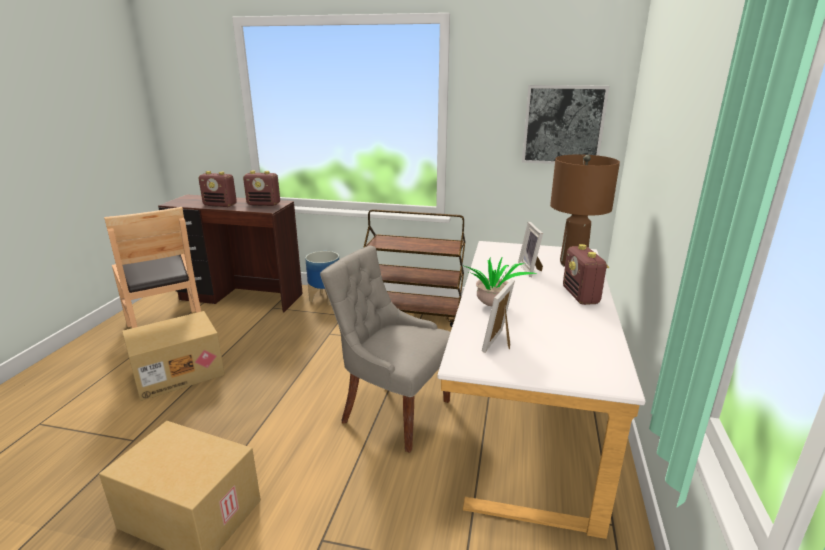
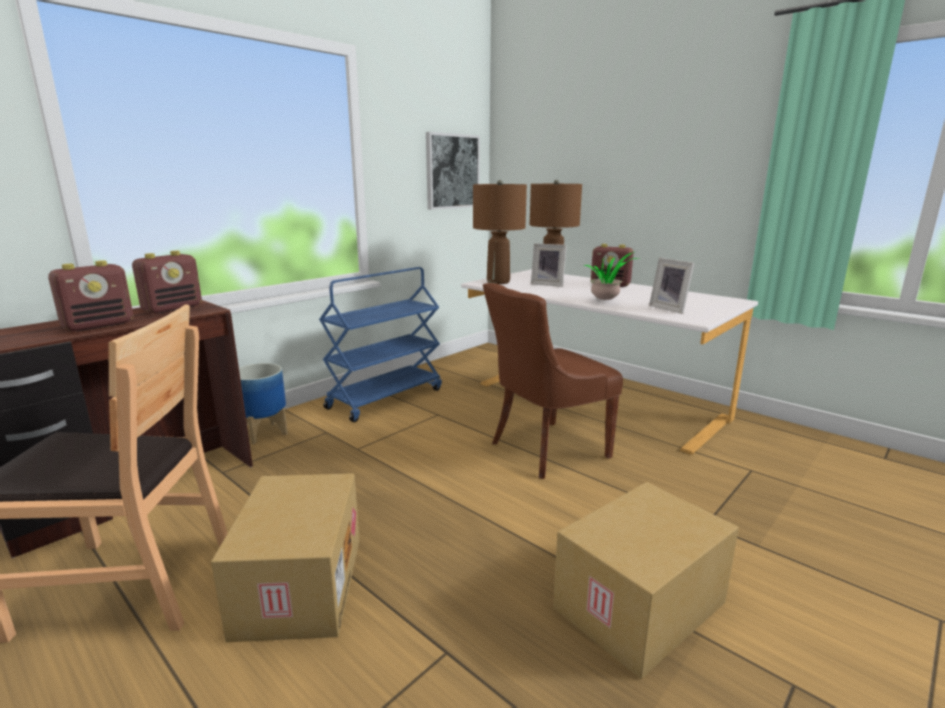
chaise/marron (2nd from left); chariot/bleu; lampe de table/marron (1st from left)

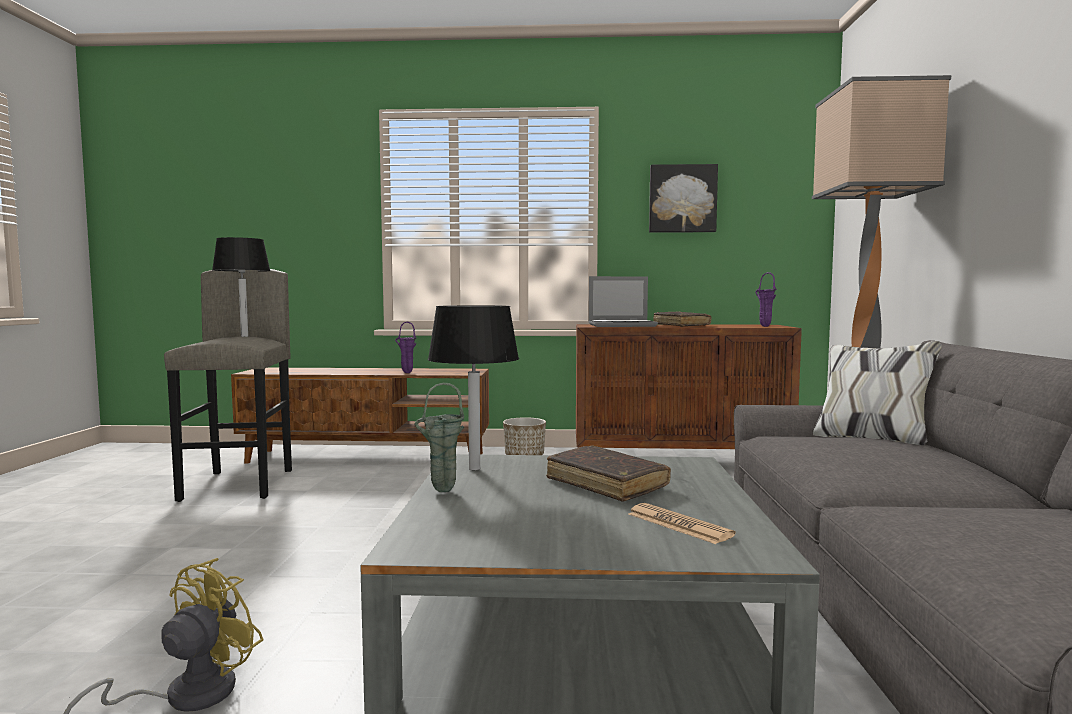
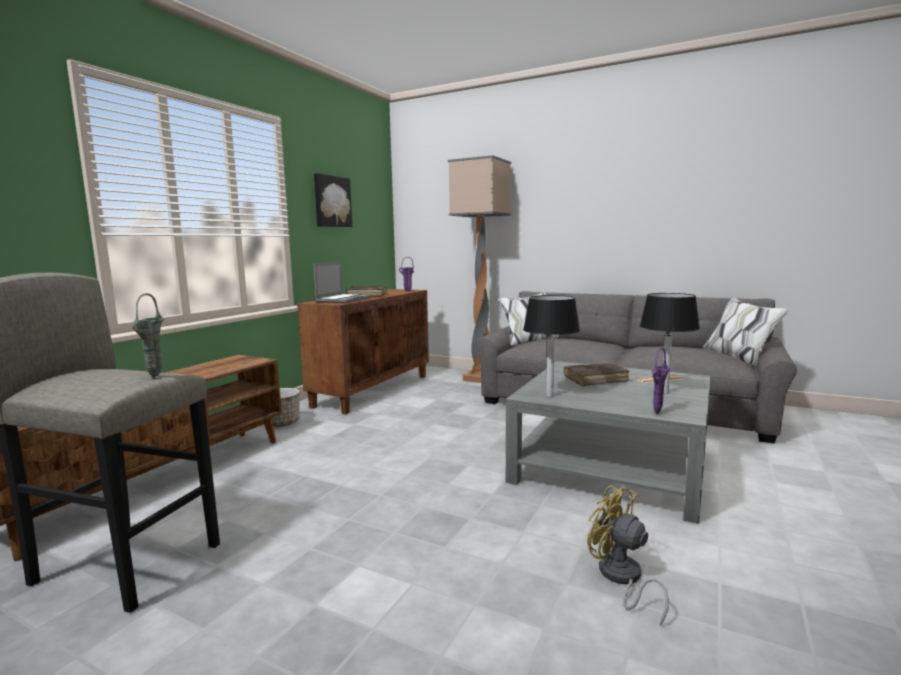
lampe de table/noir (2nd from left); vase/violet (2nd from left); vase/vert

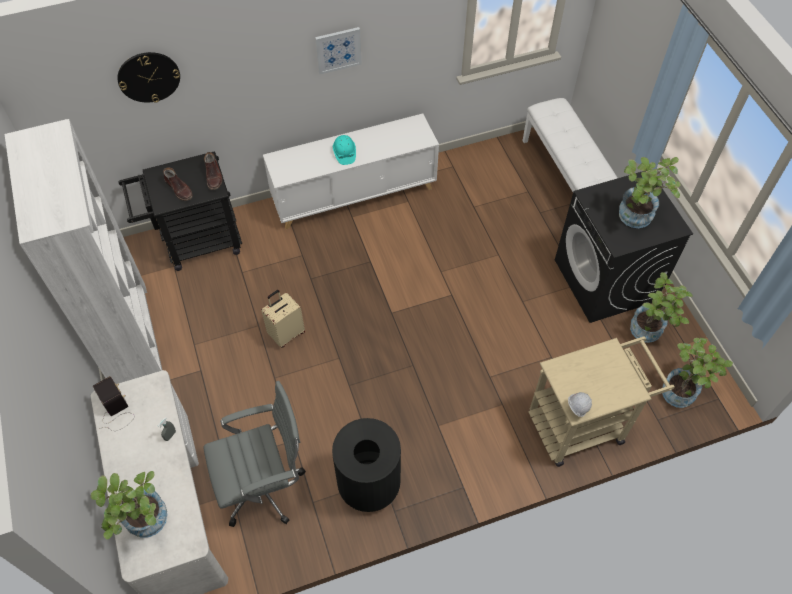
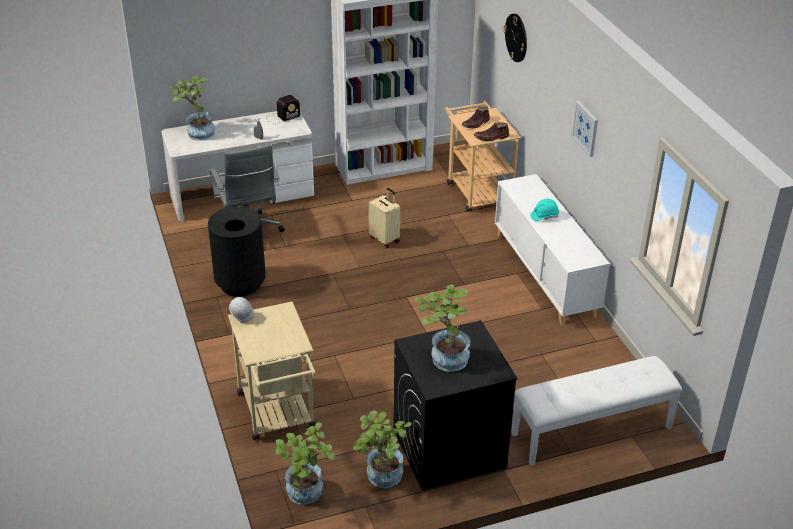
chariot/beige (2nd from left)

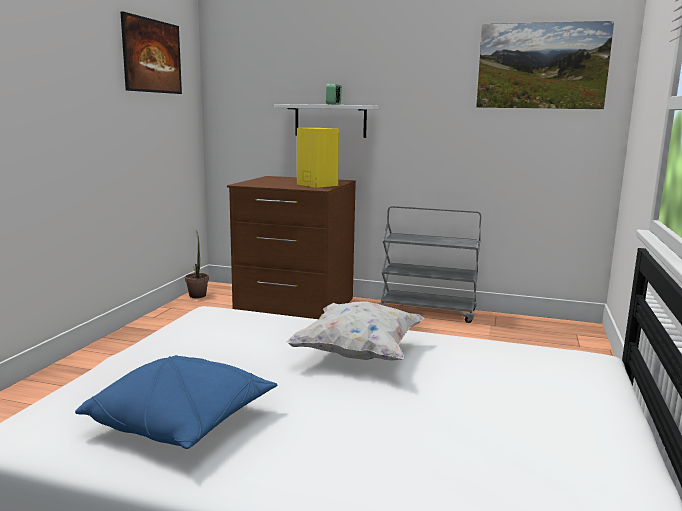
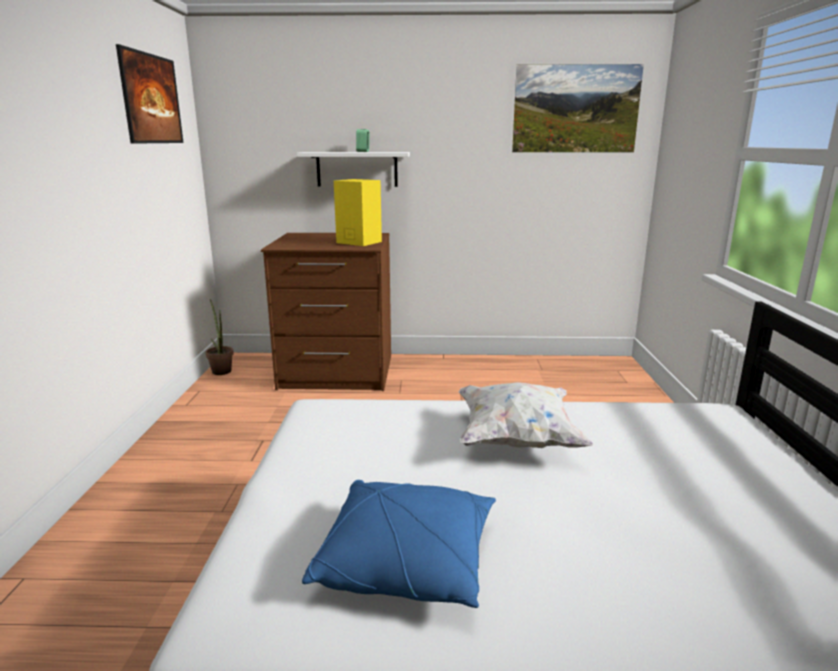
chariot/gris

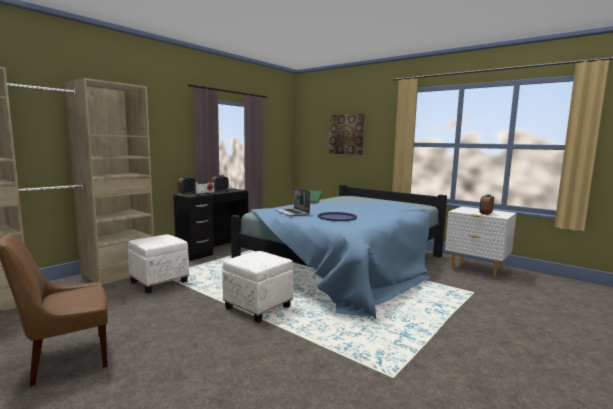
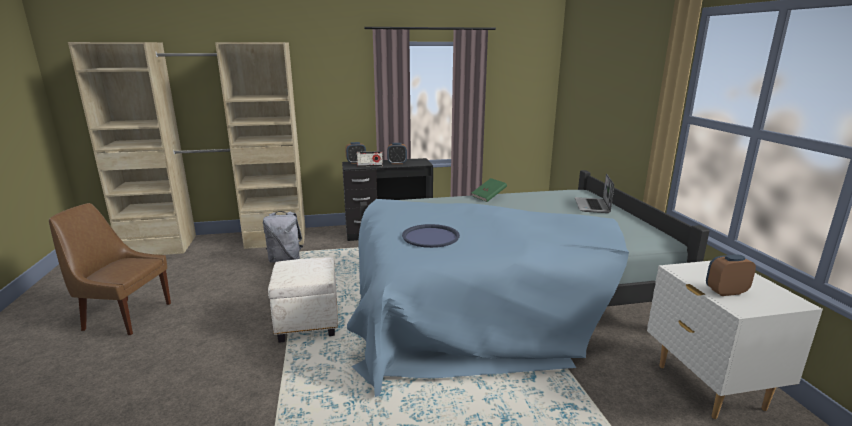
sac à dos/gris; ordinateur portable; tableau

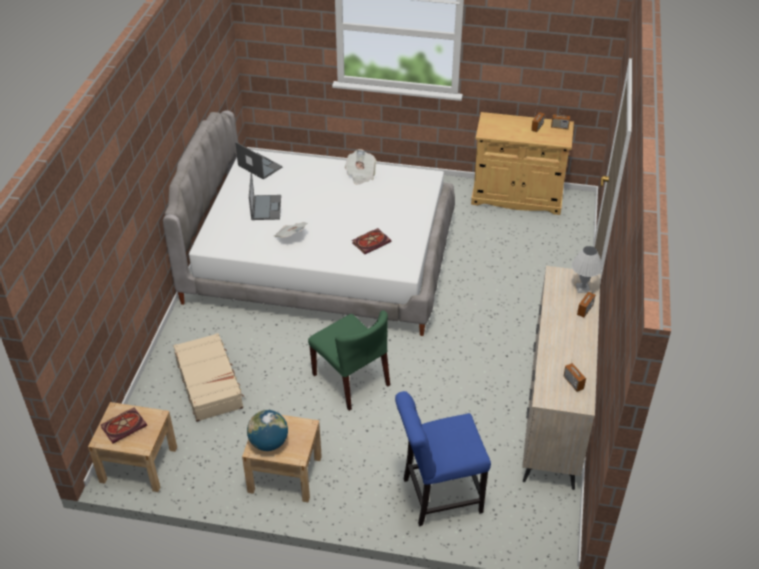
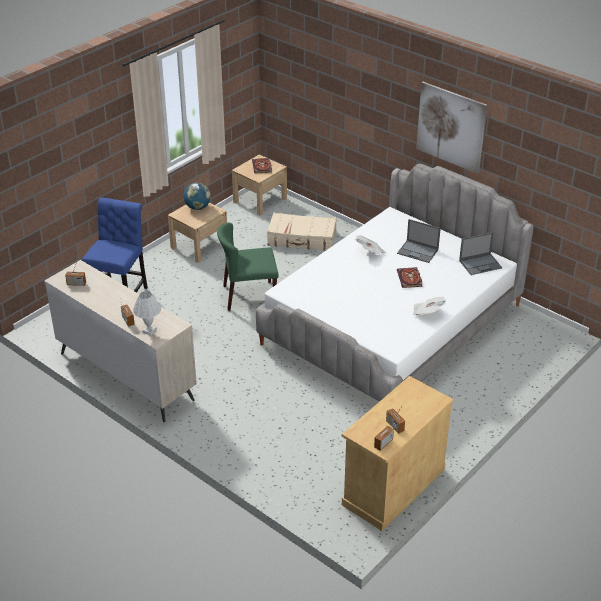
livre (2nd from left); tableau

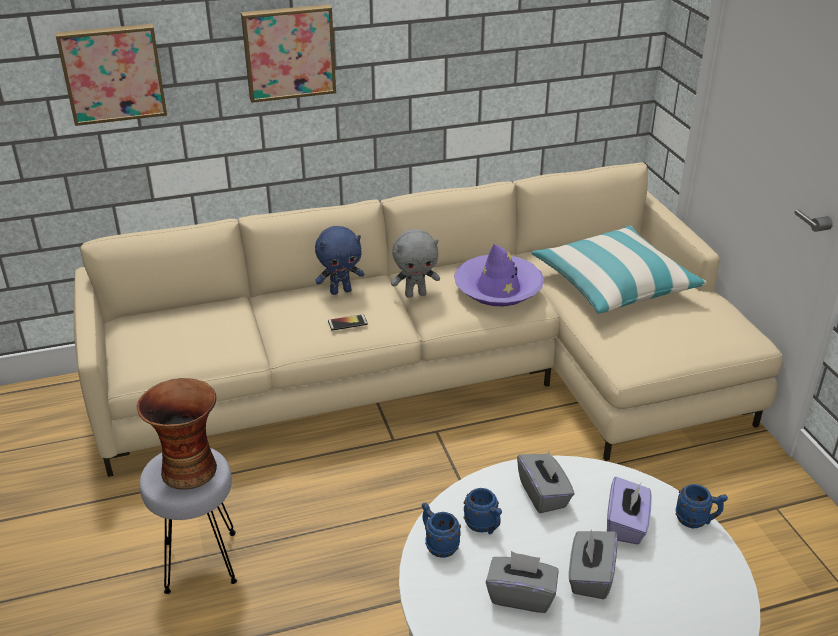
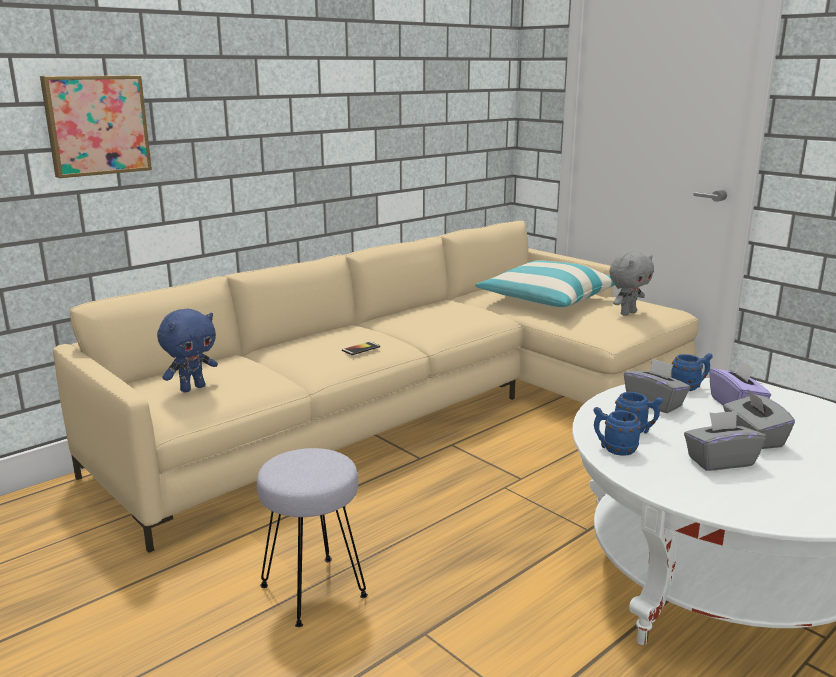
vase; tableau (2nd from left in the first image); peluche/bleu; peluche/gris; chapeau/violet; mug/bleu (3rd from left)

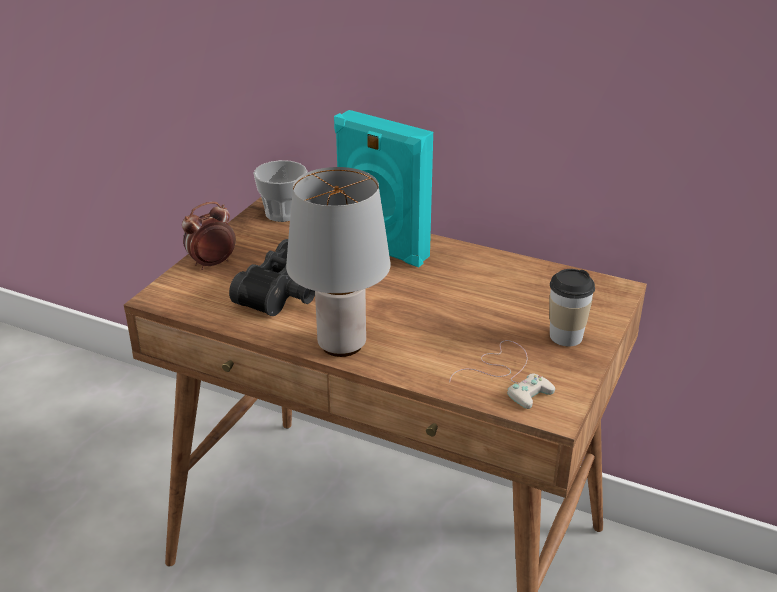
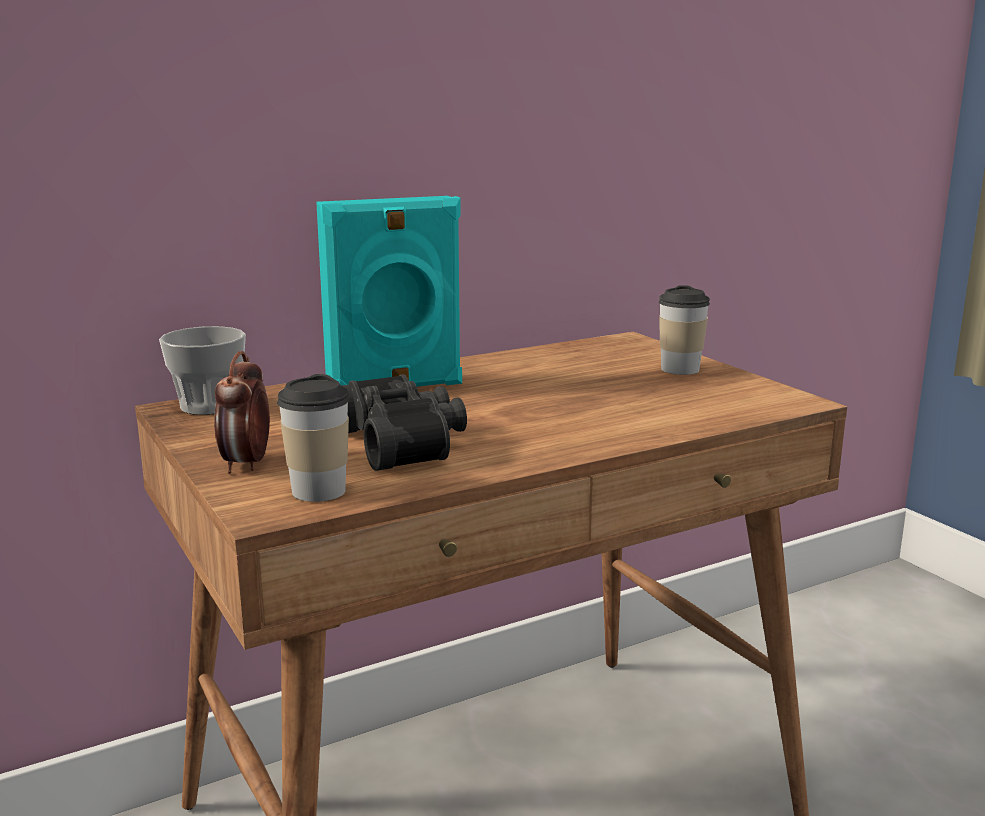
lampe de table/gris; manette/blanc; tasse (2nd from left)

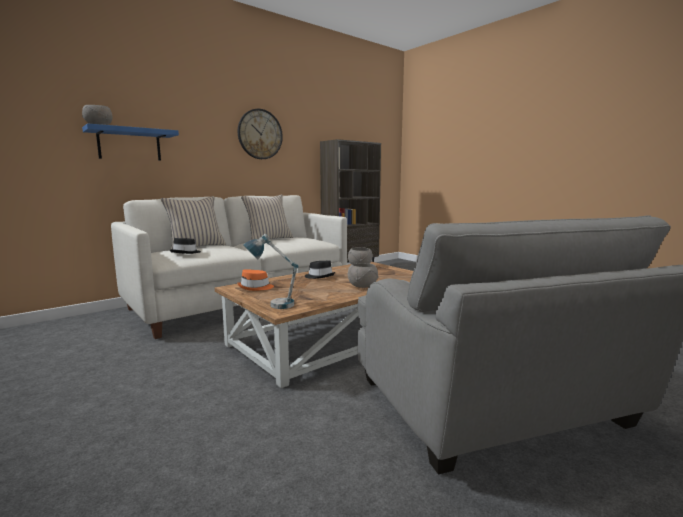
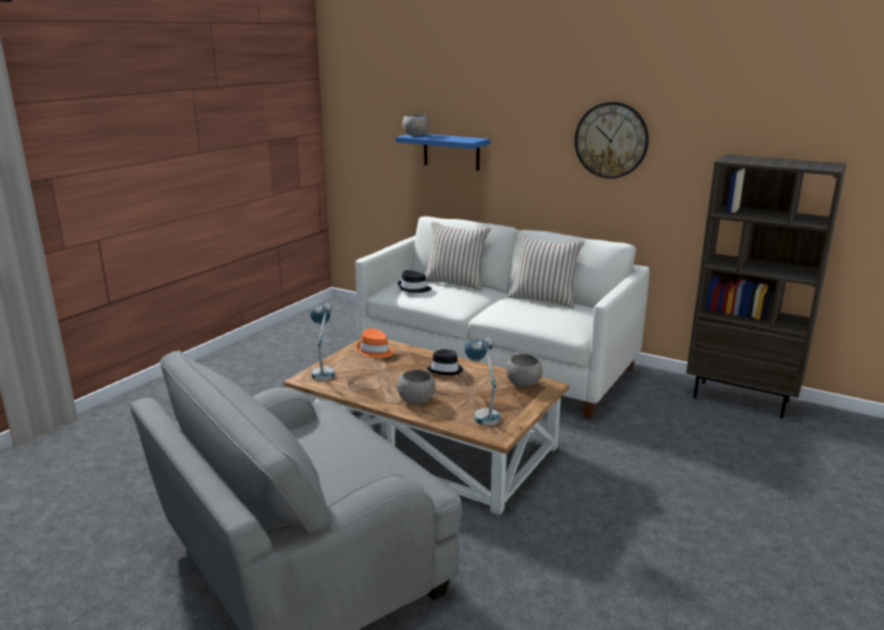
lampe de table (2nd from left)

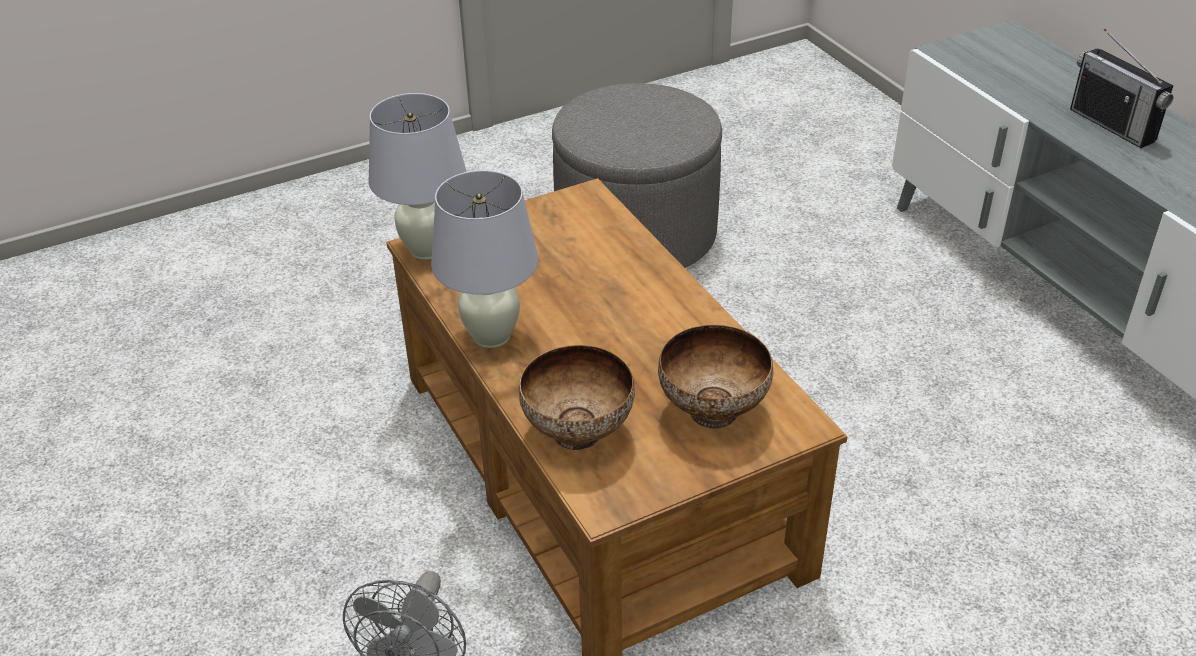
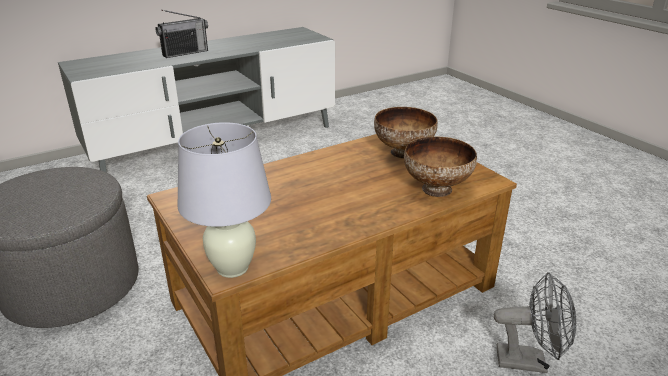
lampe de table/blanc (2nd from left in the first image)

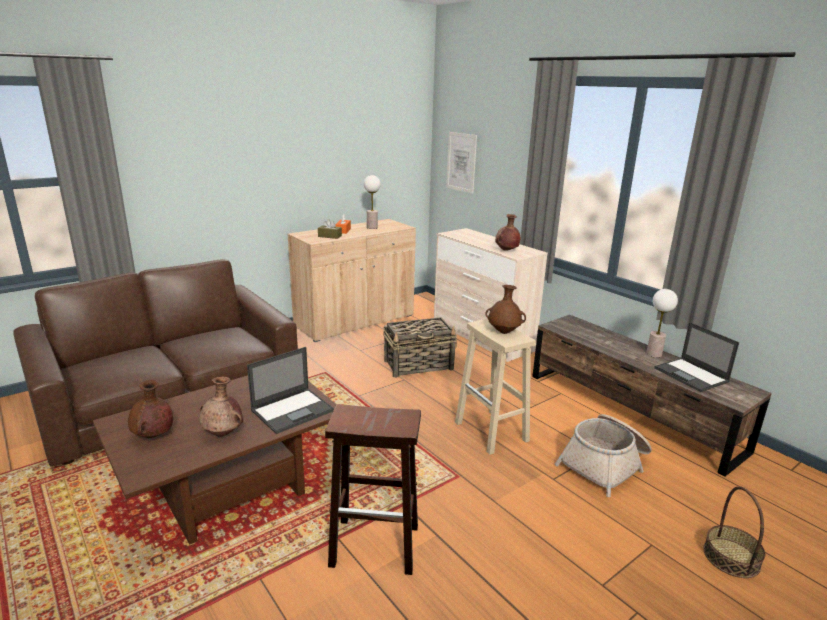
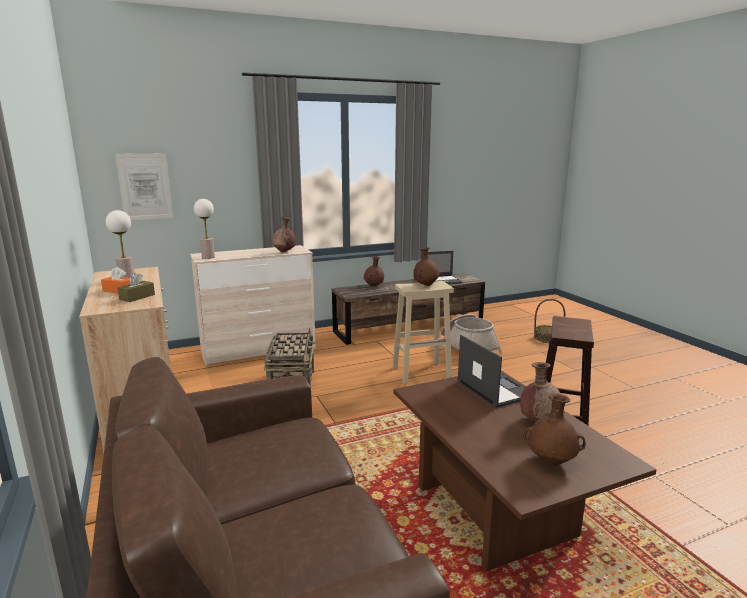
lampe de table (2nd from left); vase/marron (2nd from left)

